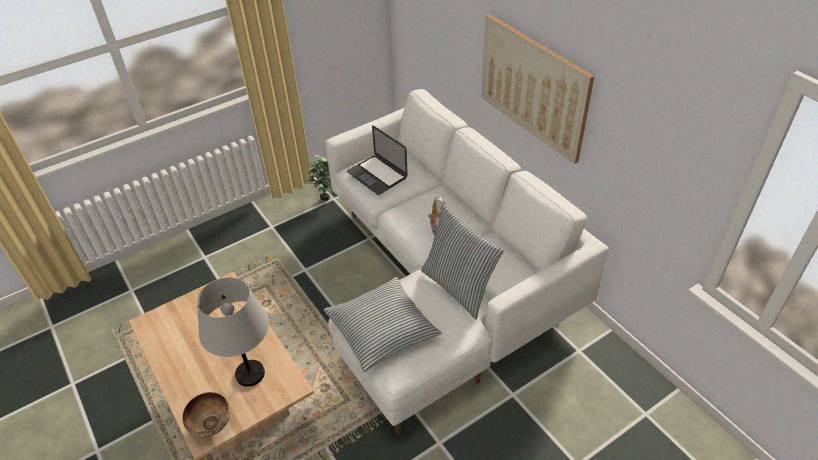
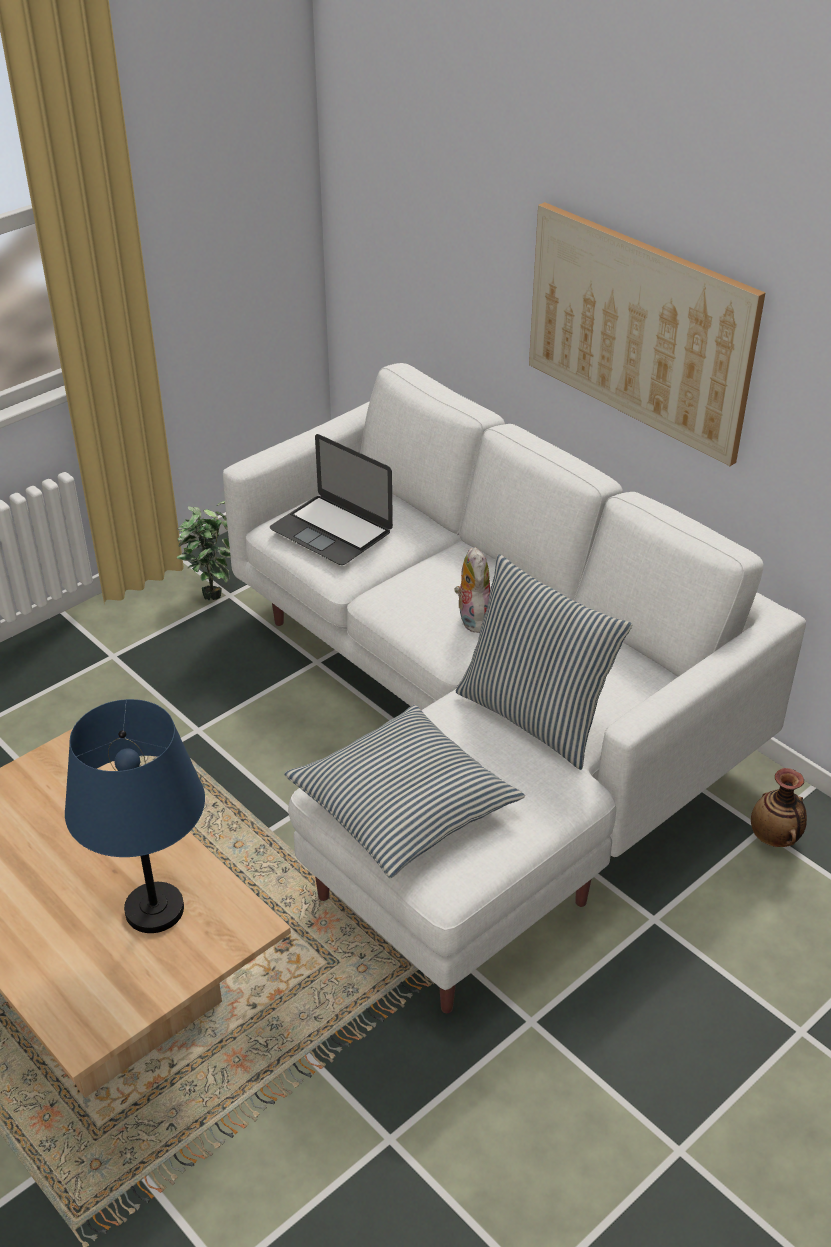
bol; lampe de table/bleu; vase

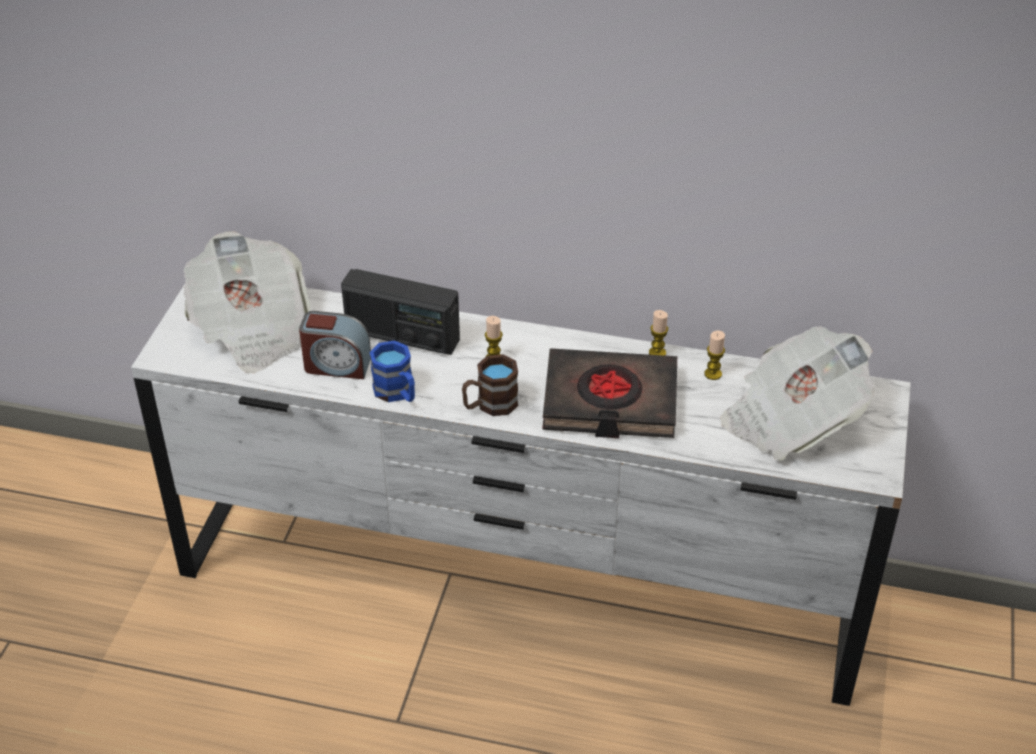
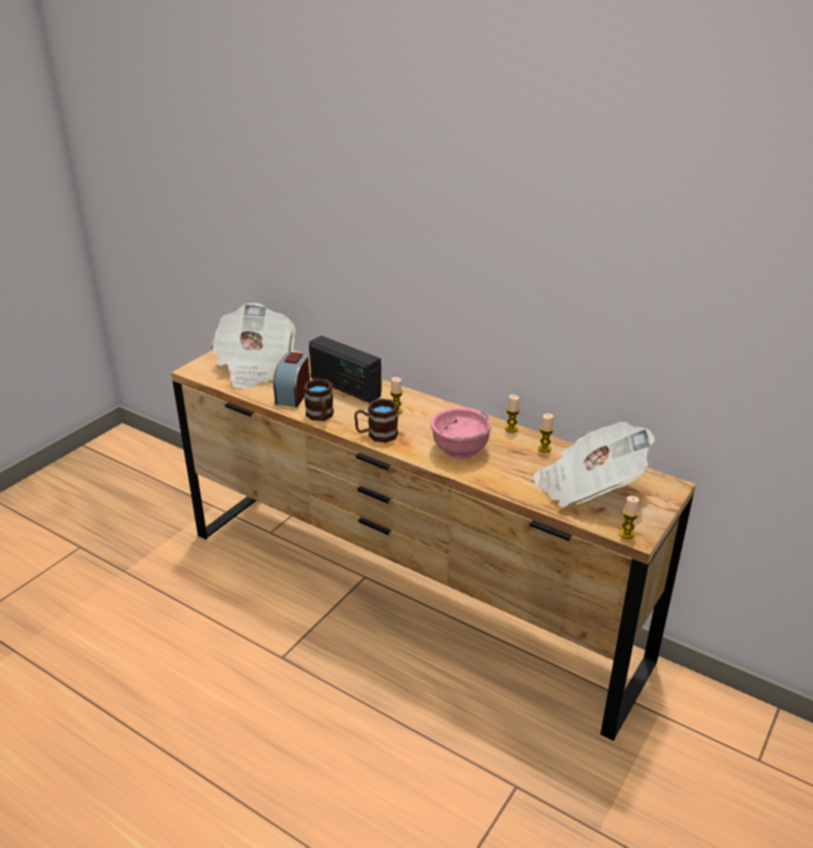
commode/marron; réveil; mug/marron (1st from left); bol/rose; bougie (4th from left)

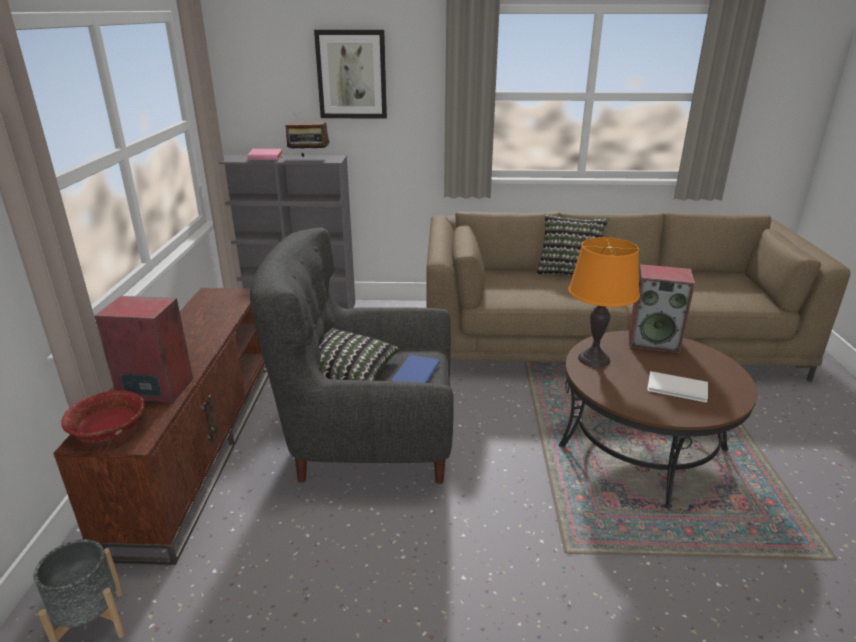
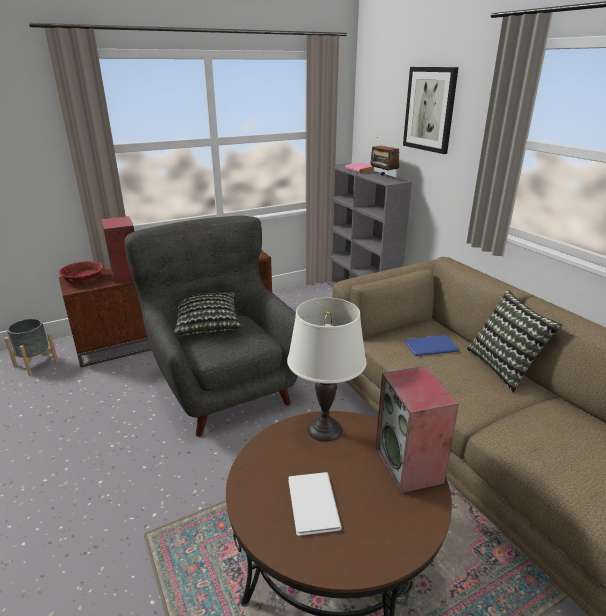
livre/bleu; lampe de table/blanc

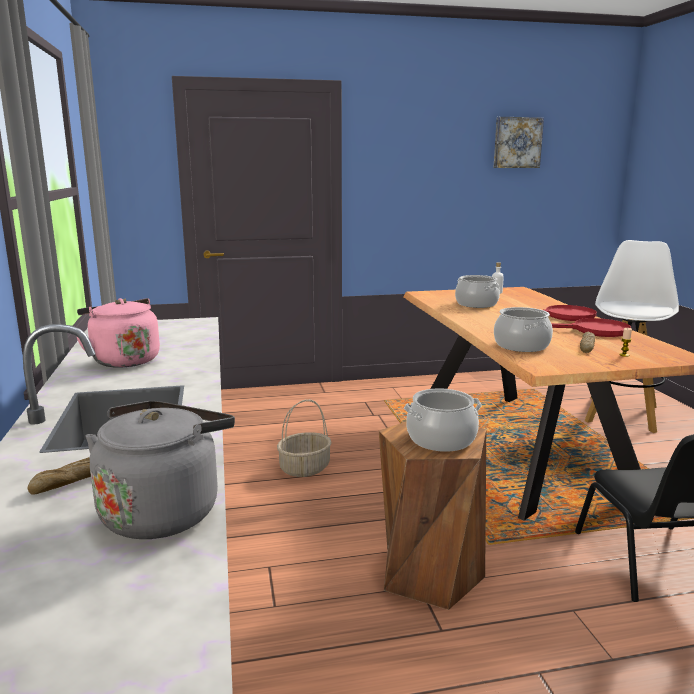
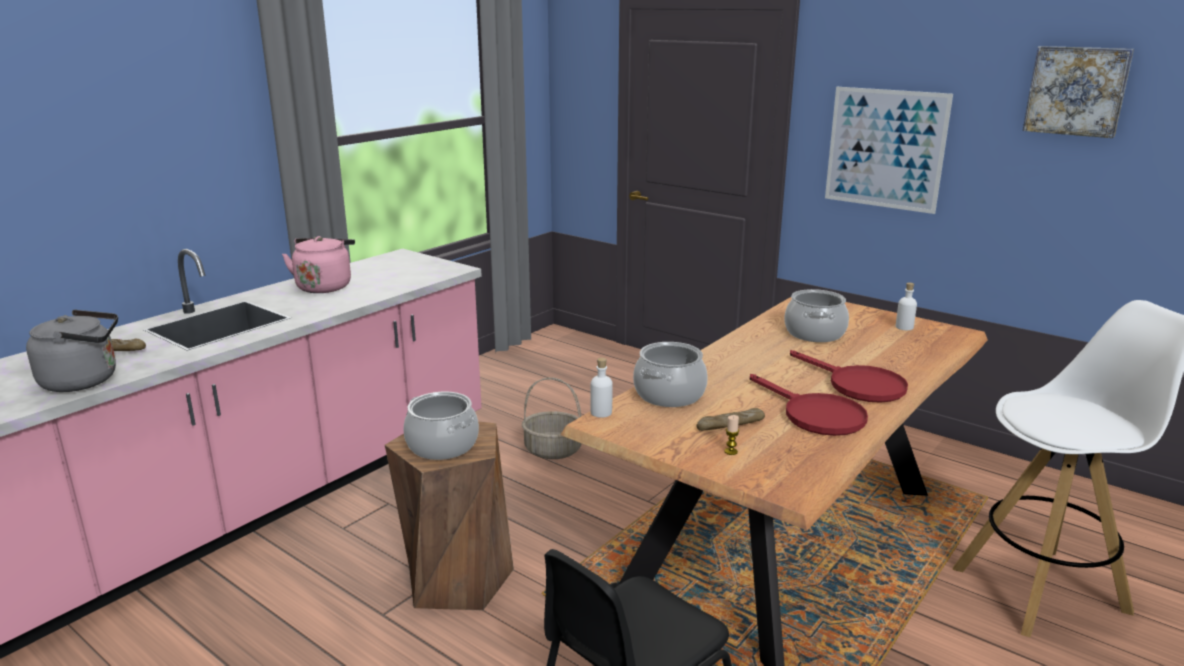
bouteille/blanc (1st from left); tableau (1st from left)

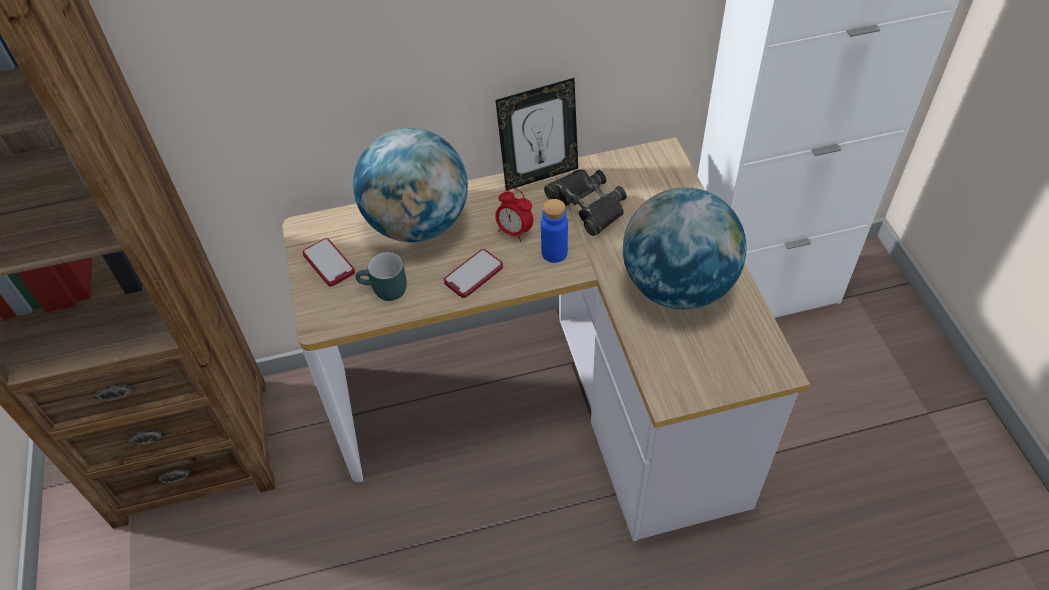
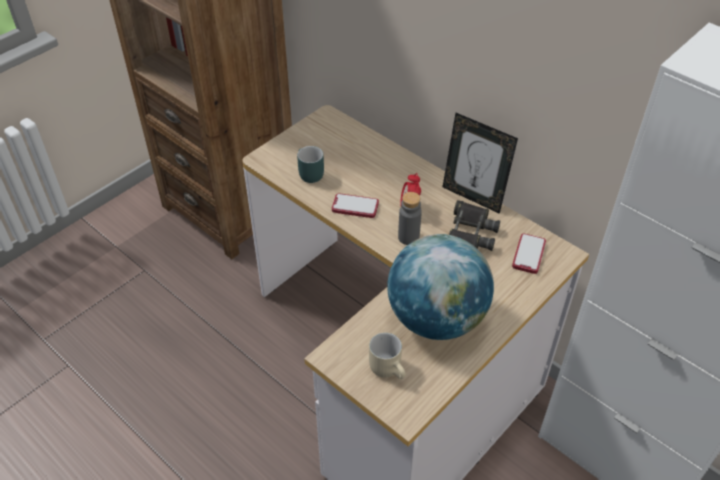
téléphone (2nd from left); globe (1st from left in the first image); bouteille/gris; mug/beige

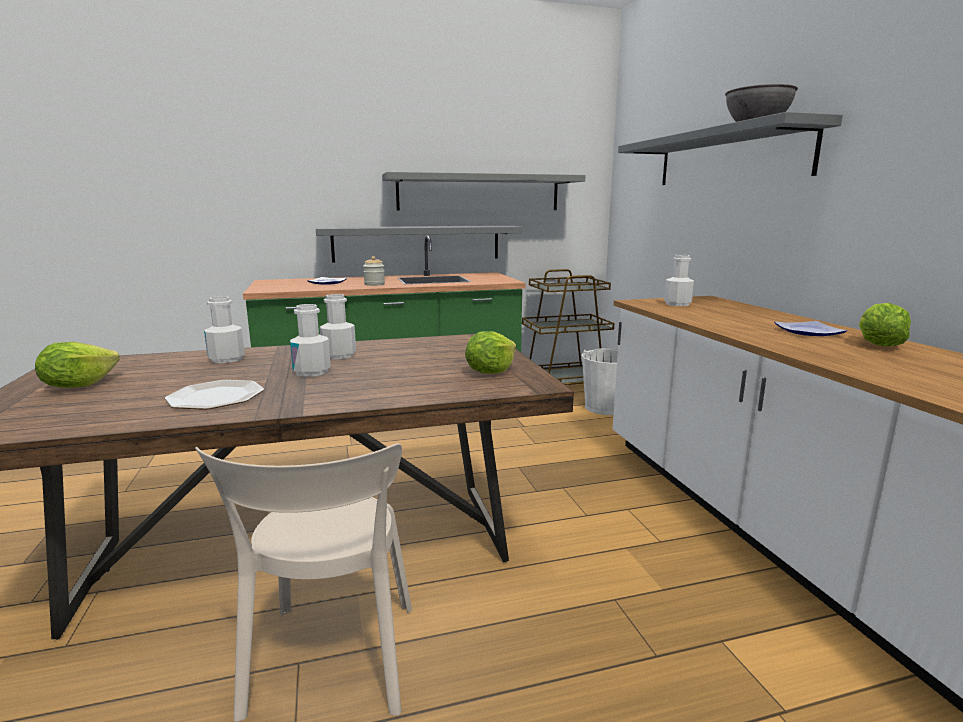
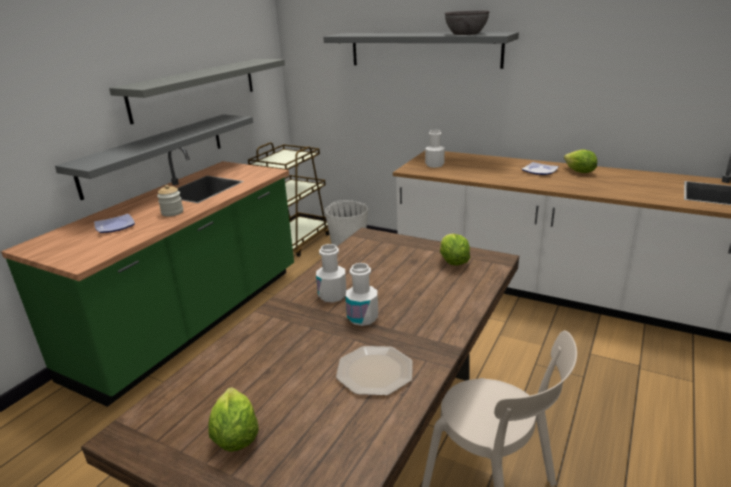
bouteille/blanc (1st from left in the first image)

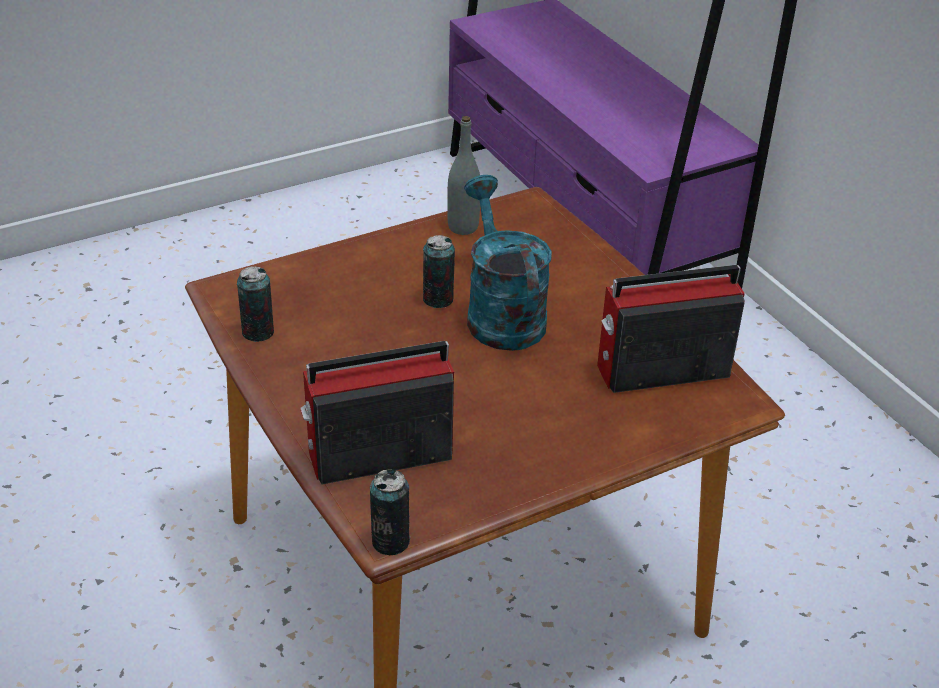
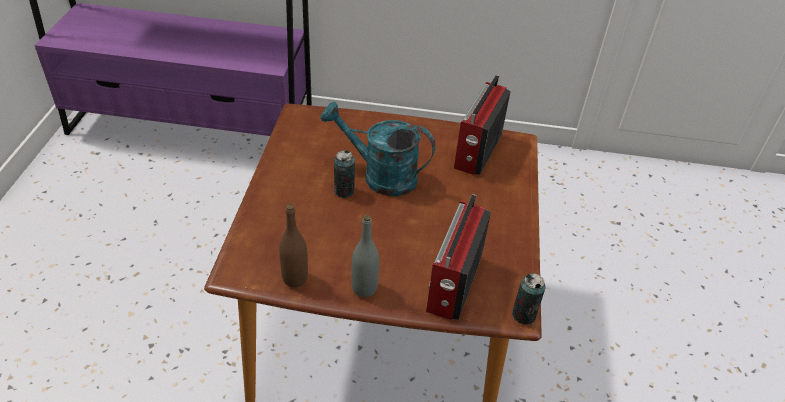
bouteille/marron; bouteille/gris

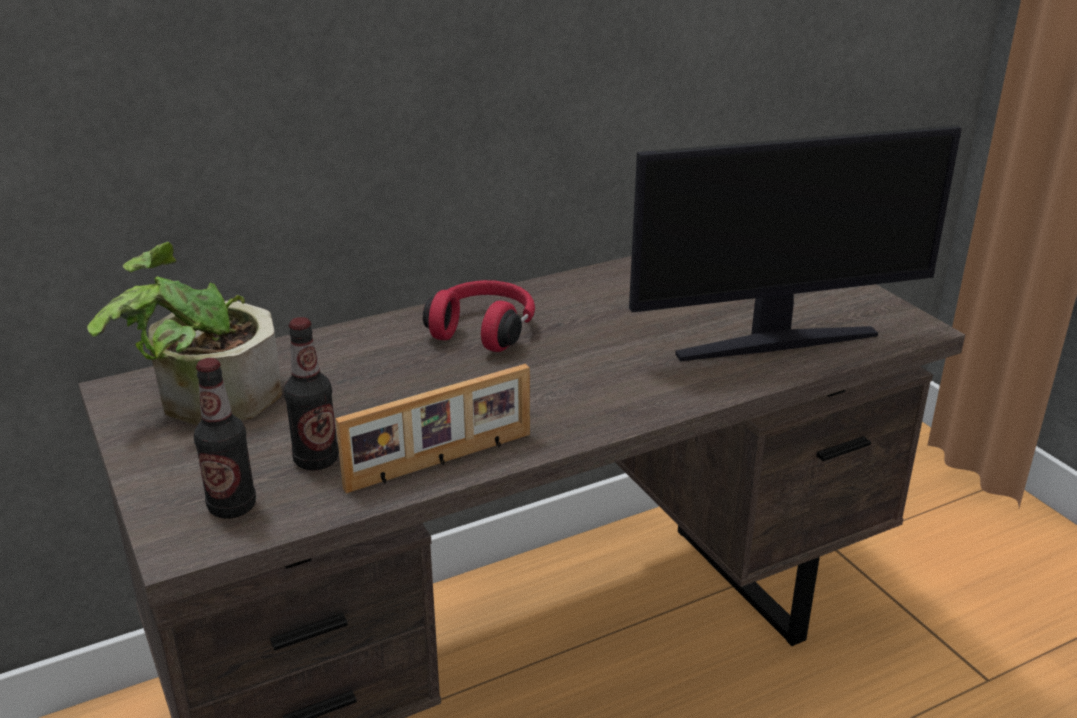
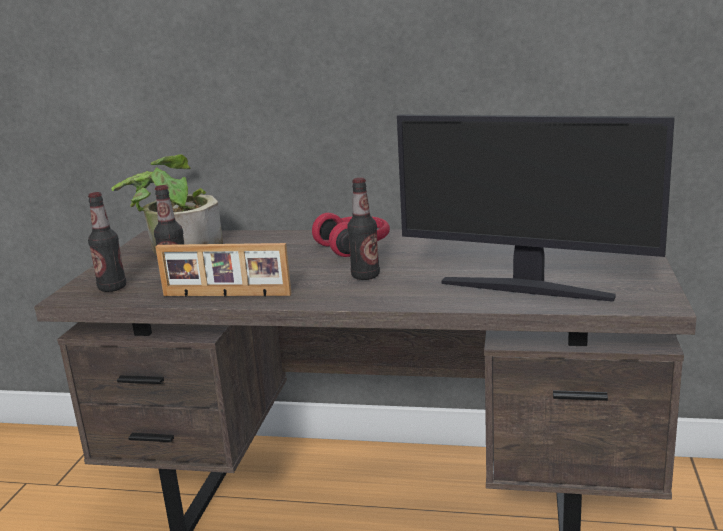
bouteille (3rd from left)

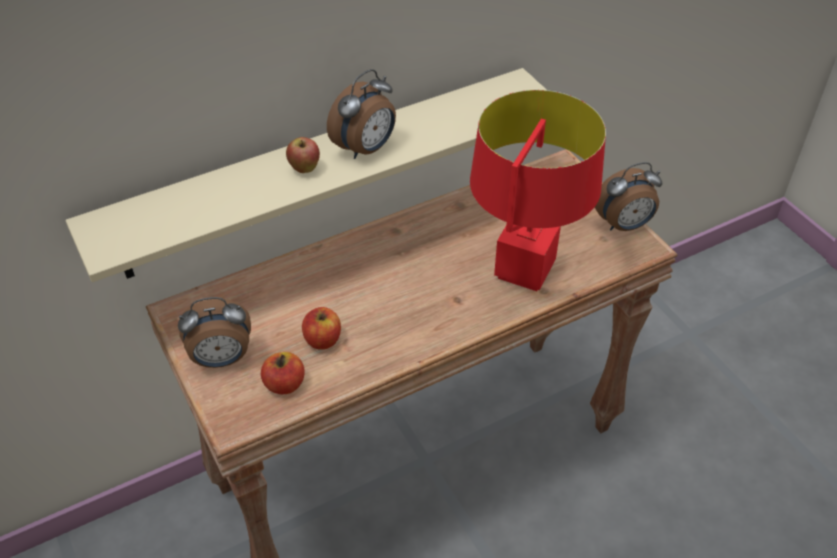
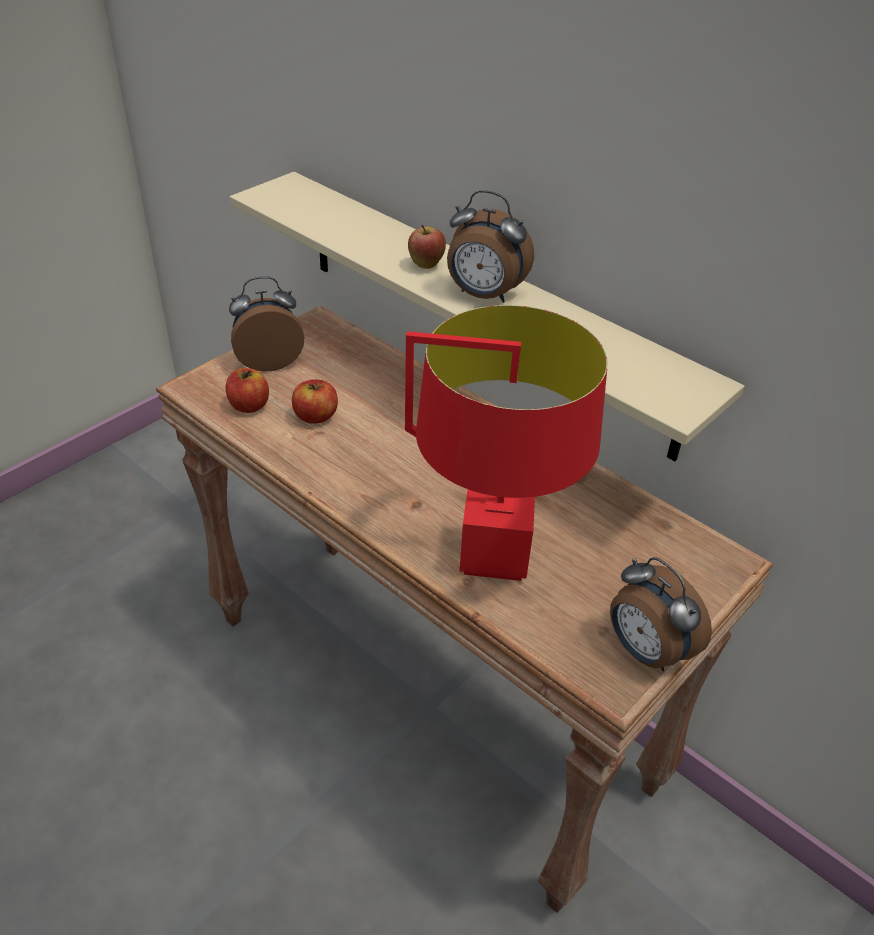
réveil (1st from left)

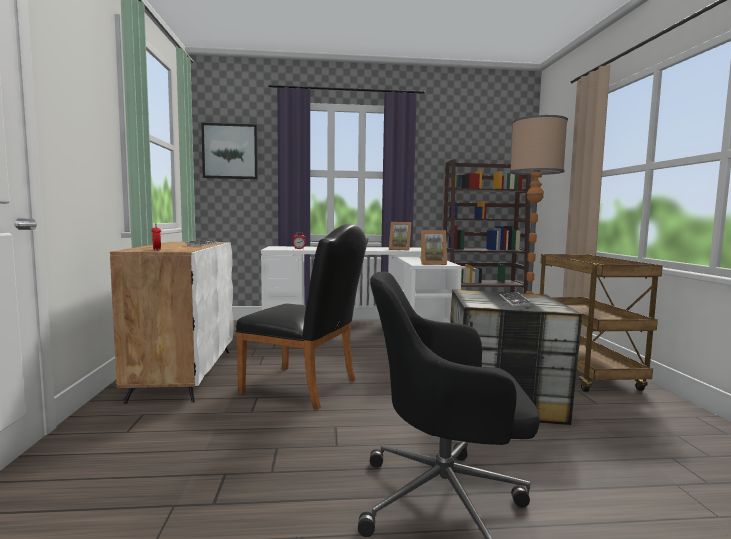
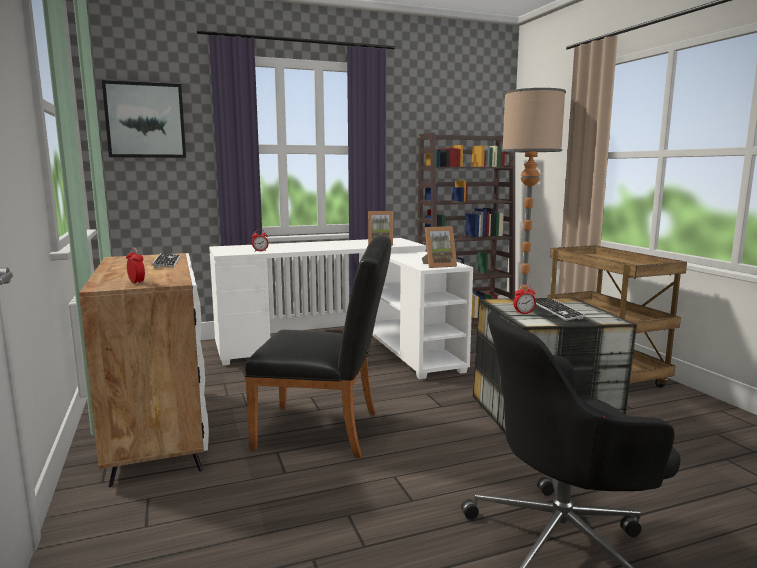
réveil (3rd from left)

